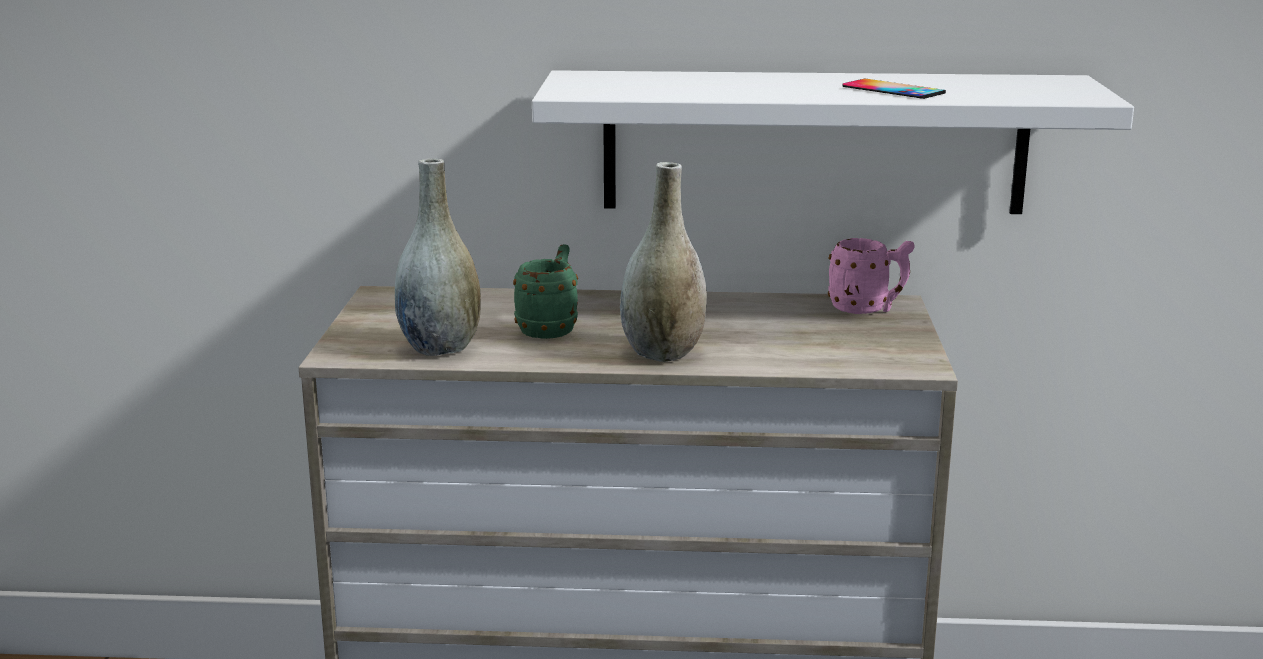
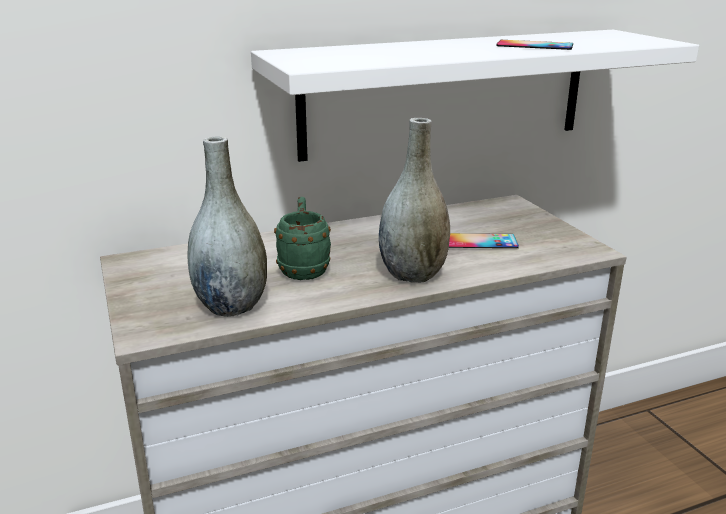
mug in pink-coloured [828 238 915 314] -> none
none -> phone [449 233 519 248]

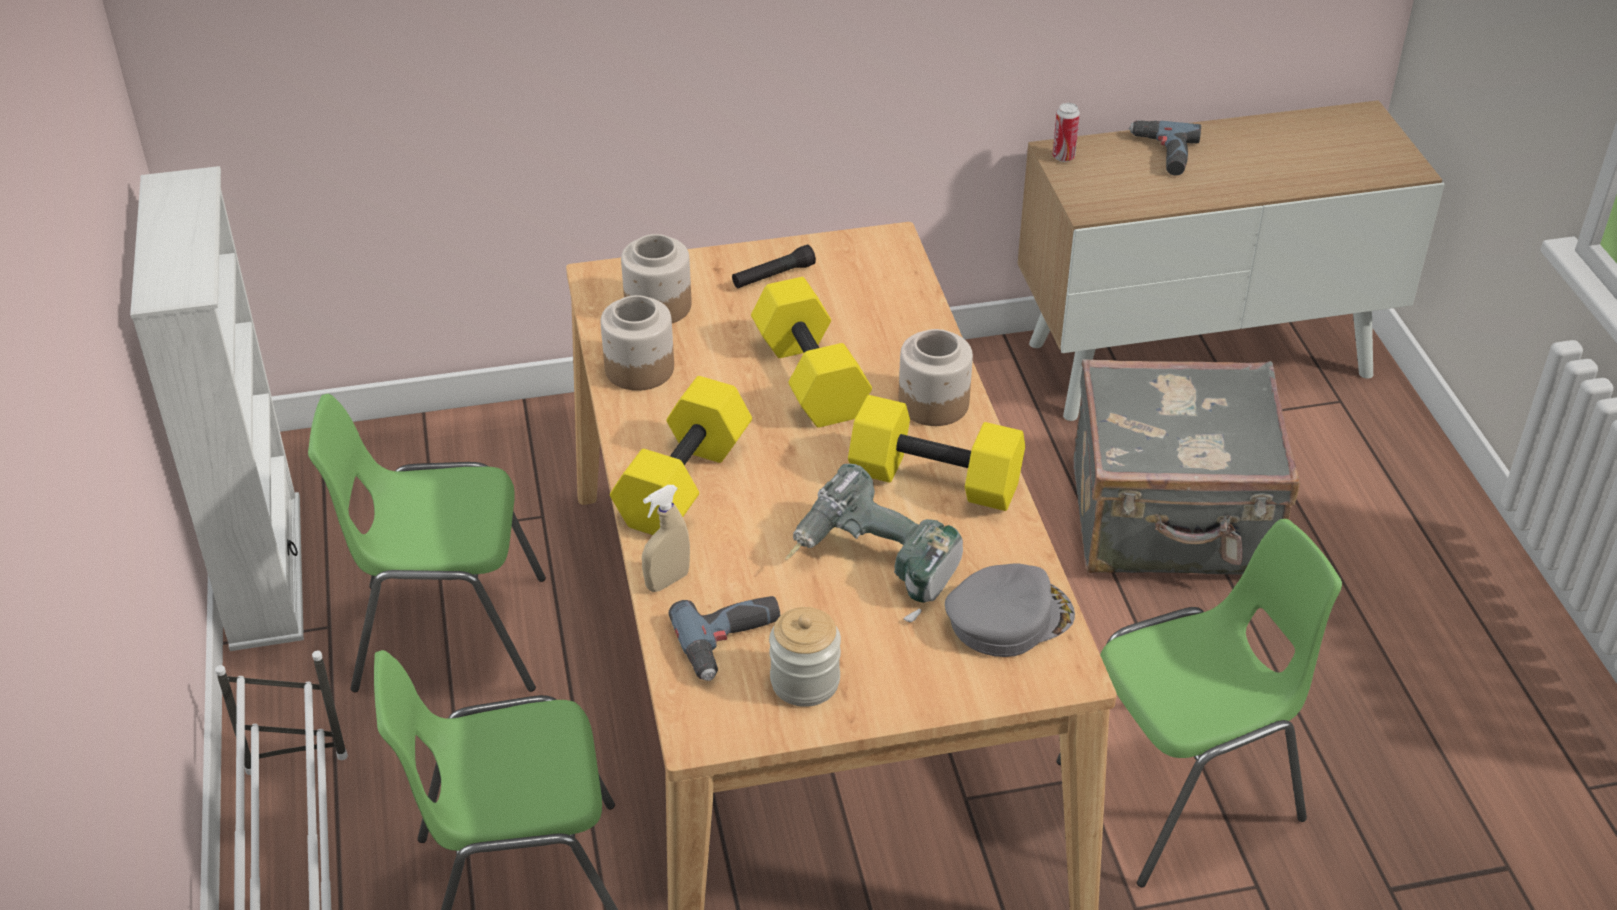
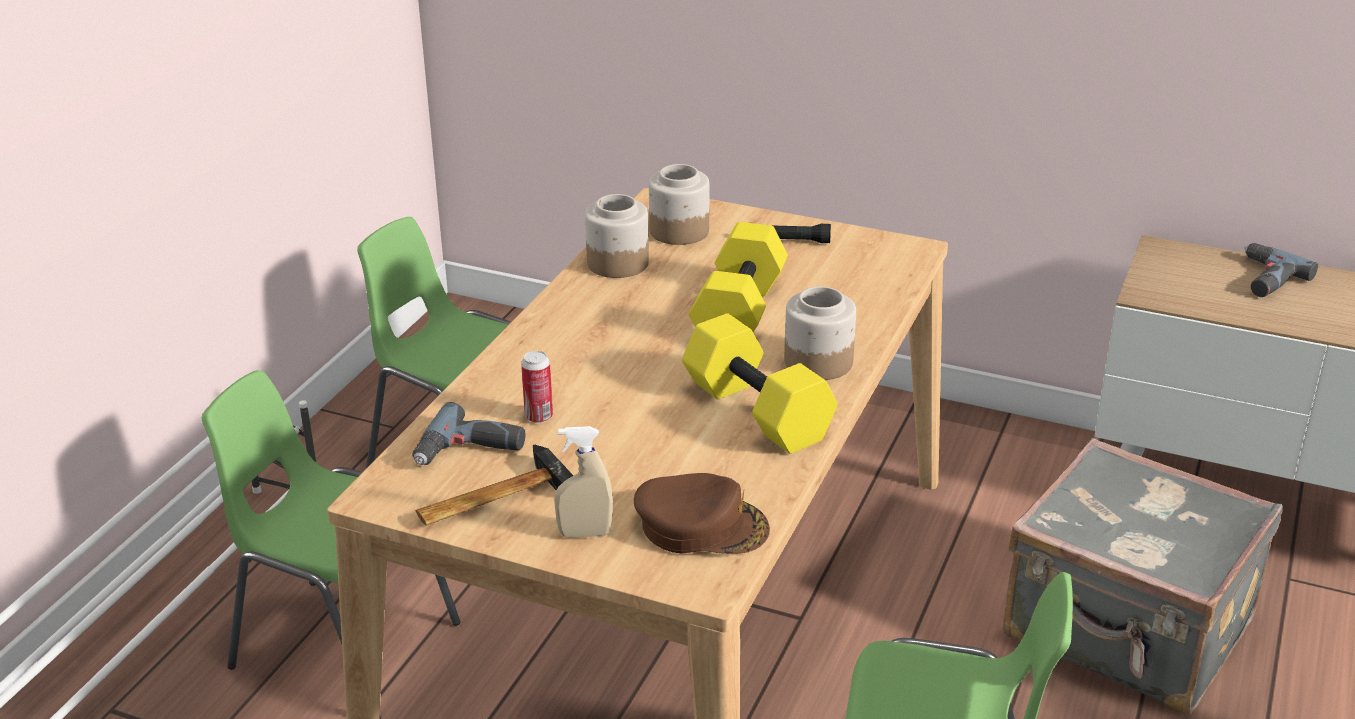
bookcase in white-coloured [130 166 304 651] -> none
hand weight in yellowish [610 376 752 535] -> none
drill [785 464 963 622] -> none
hand sprayer in beige [642 485 690 592] -> hand sprayer in beige [554 426 613 538], moved
metal can [1053 103 1080 162] -> metal can [521 351 553 423], moved
preserve jar [769 607 841 707] -> hand hammer [415 445 573 526]
peaked cap in grey [945 563 1075 657] -> peaked cap in brown-coloured [634 473 770 554]

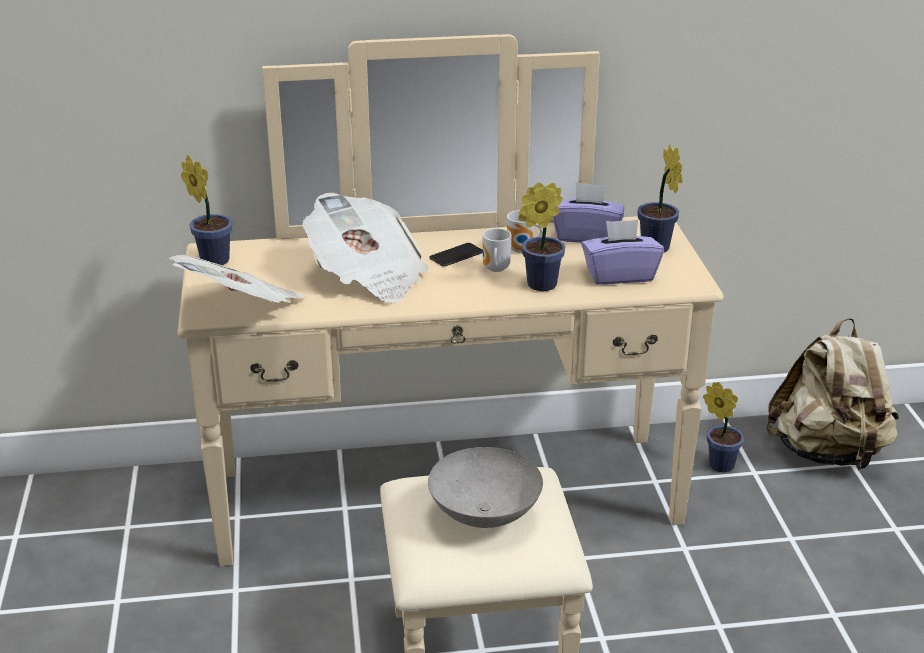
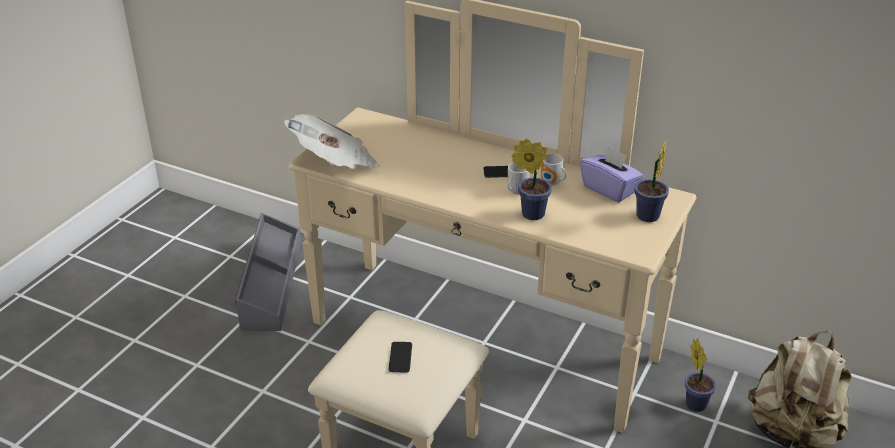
plant in a pot [181 155 233 265] -> none
newspaper [303 192 429 303] -> none
tissue box in purple-coloured [581 220 664 285] -> none
none -> storage container in grey [235 213 301 331]
bowl in grey [428 447 543 528] -> phone [389 342 412 373]

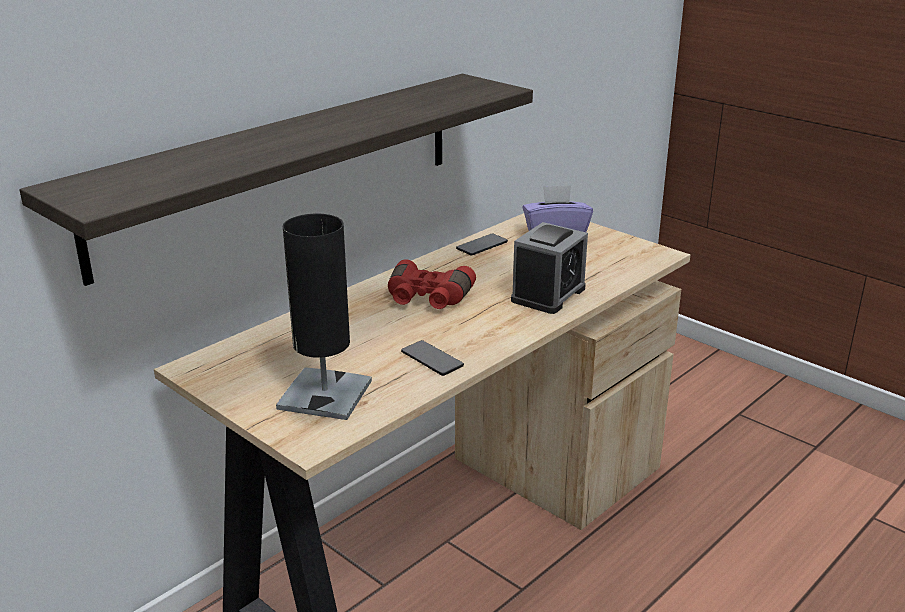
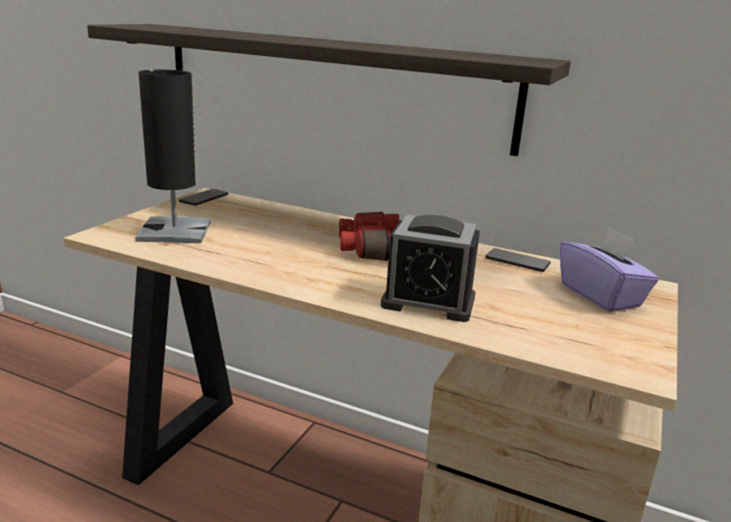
phone [401 340 464 376] -> phone [179 189 229 206], moved

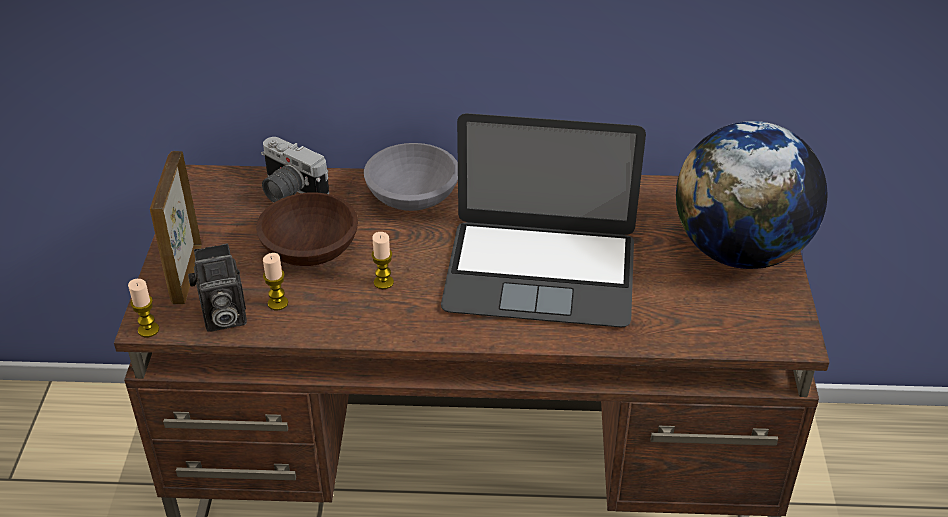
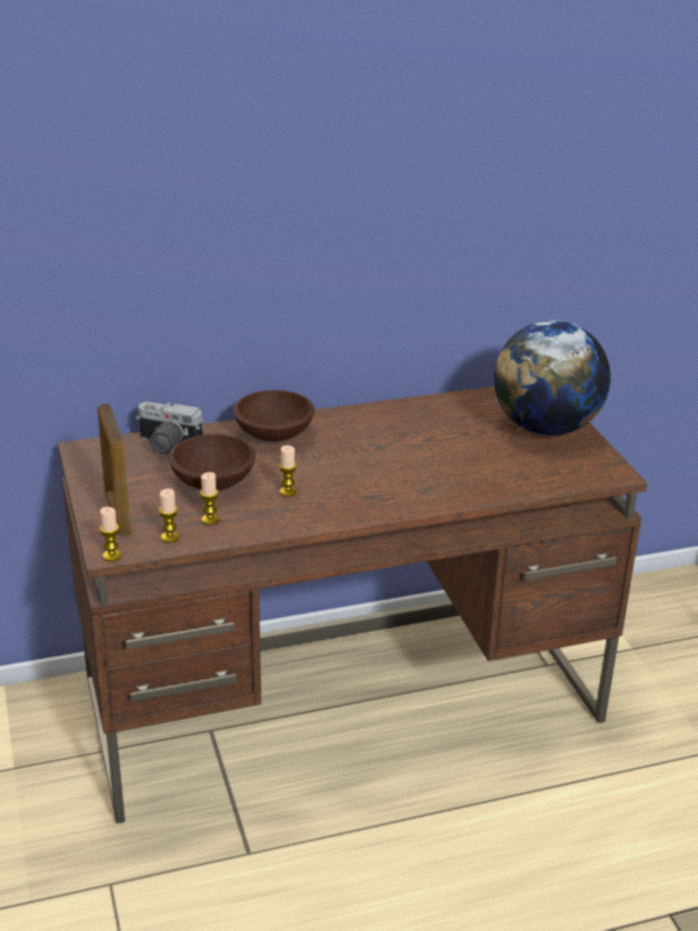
laptop [441 113 646 327] -> none
still camera [188 243 247 331] -> wax light [159 489 179 543]
bowl in grey [364 143 458 211] -> bowl in brown-coloured [233 390 315 441]

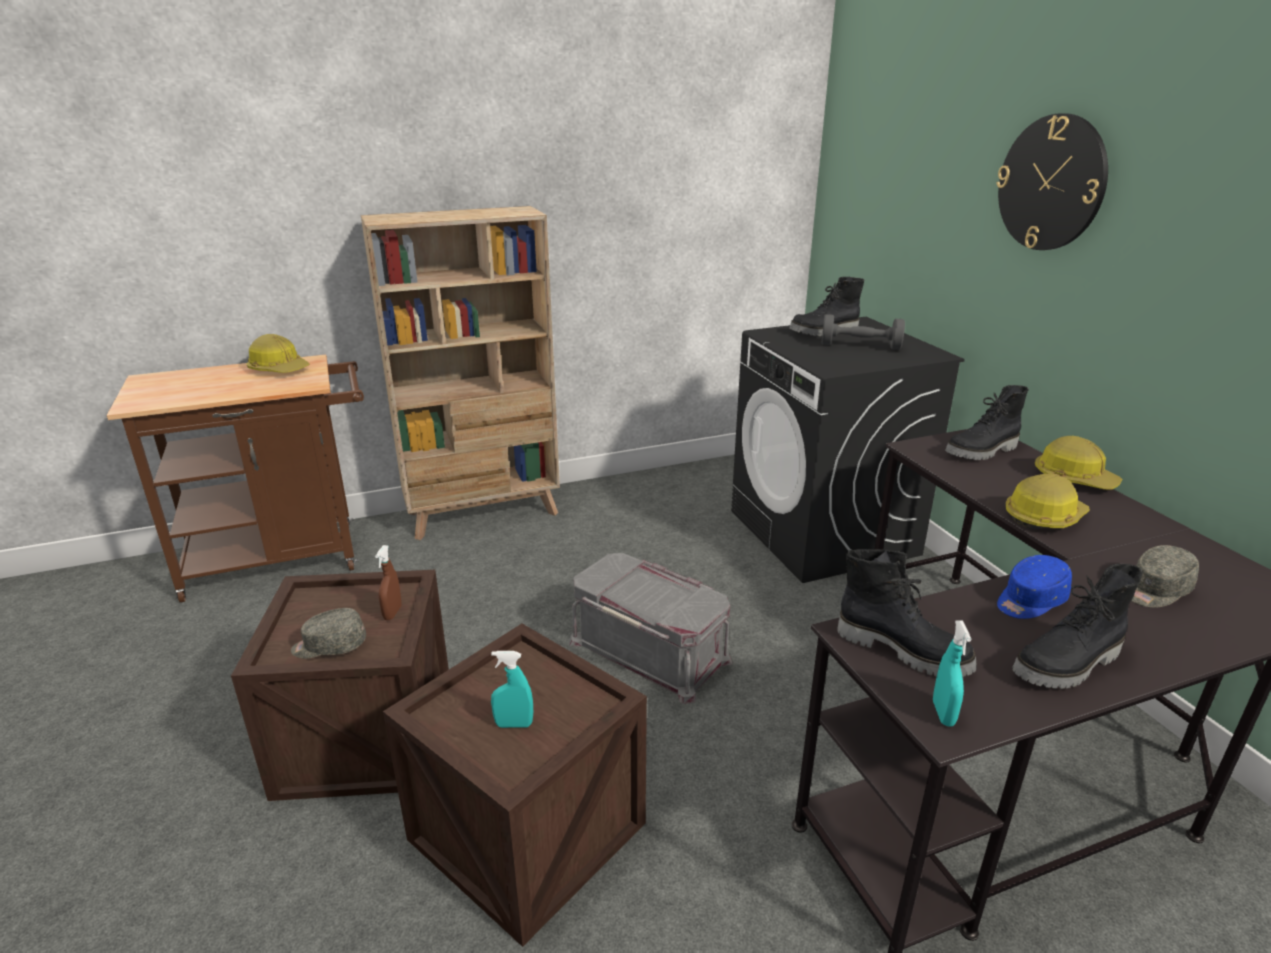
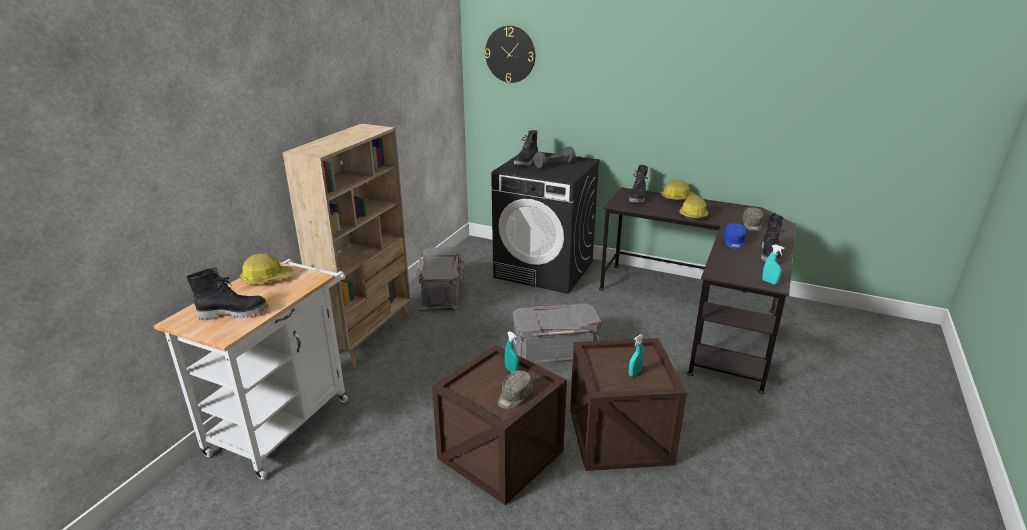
none -> storage container in grey [416 247 465 313]
boot in black [837 549 977 677] -> boot in black [186 267 268 320], moved
wall clock [996 113 1108 250] -> wall clock [485 26 535 83], moved
wheeled cart in brown-coloured [106 355 364 603] -> wheeled cart in white-coloured [154 259 348 479]
hand sprayer in brown-coloured [375 545 402 620] -> hand sprayer in turquoise [505 331 519 372]

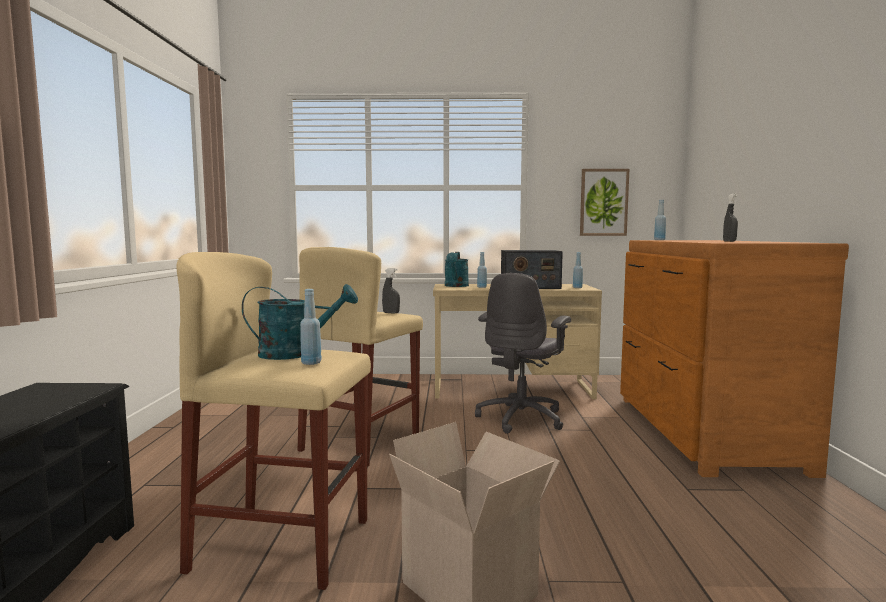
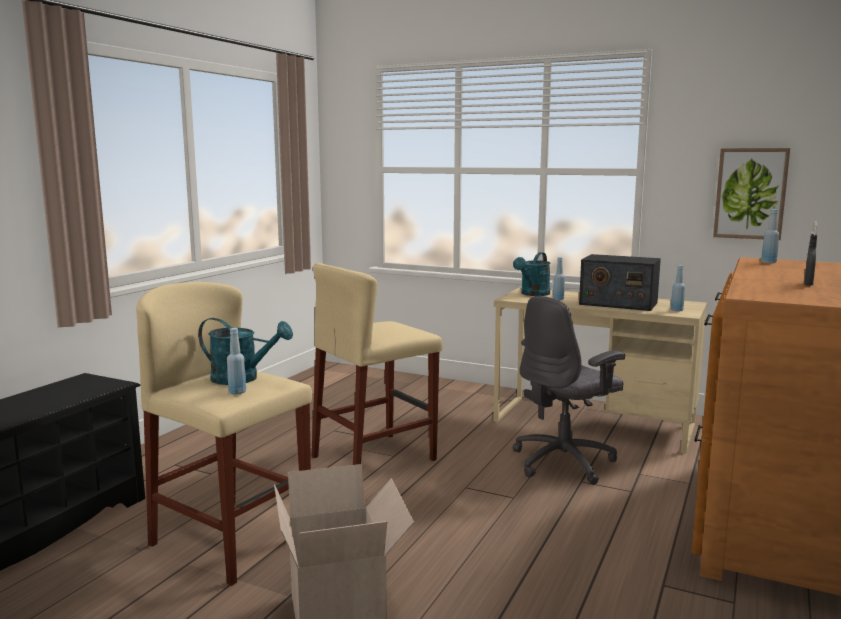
hand sprayer in grey [382 268 400 314] -> none

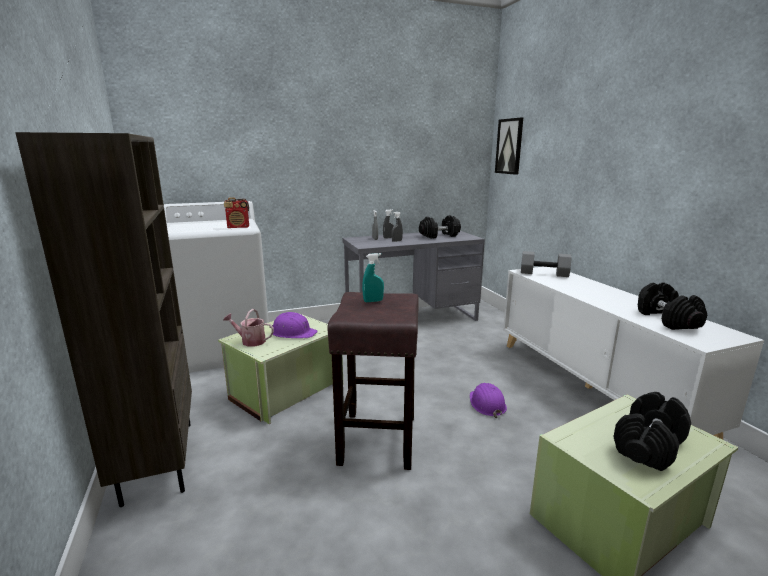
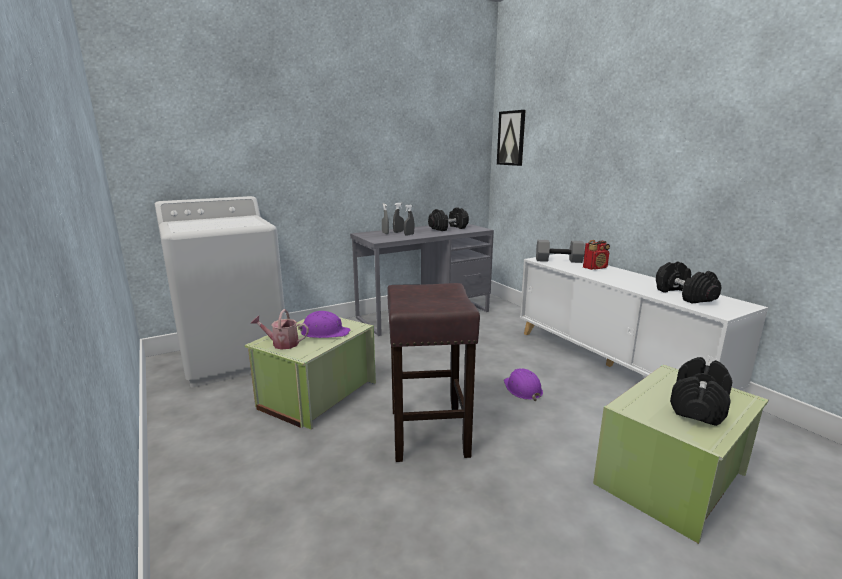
bookcase in brown-coloured [15 132 192 507] -> none
hand sprayer in turquoise [362 253 384 302] -> none
radio [224 197 249 228] -> radio [583 240 610 270], moved

